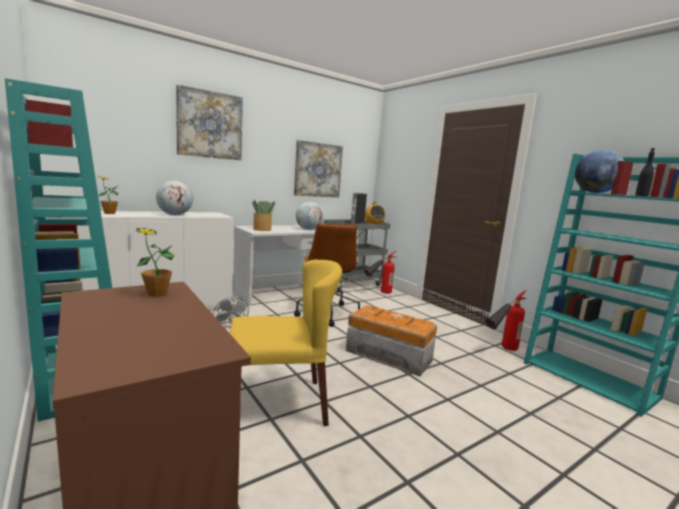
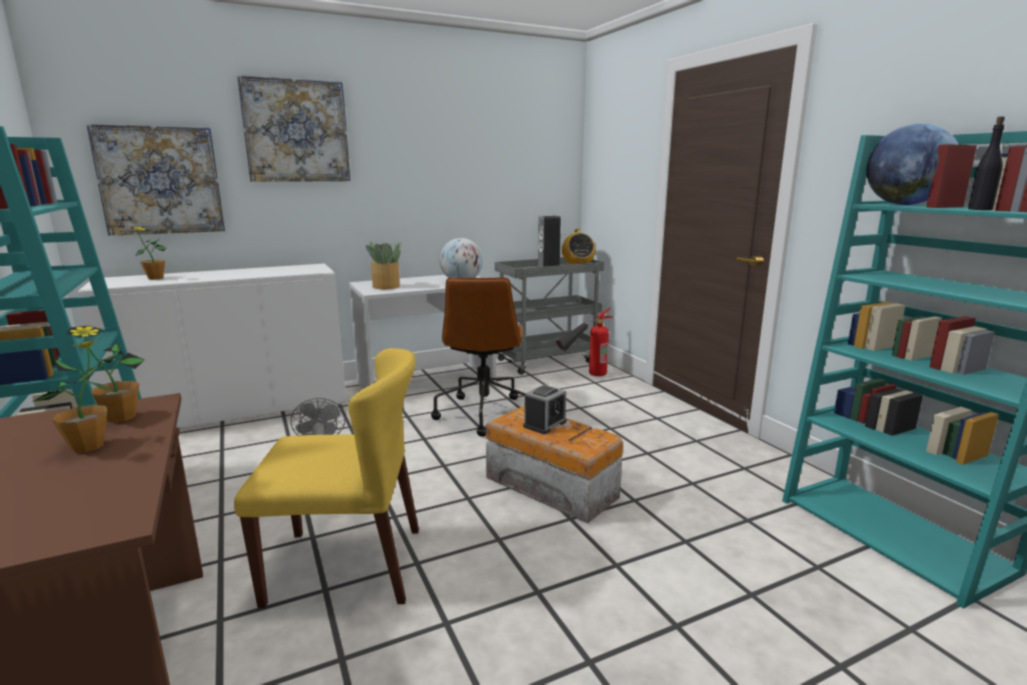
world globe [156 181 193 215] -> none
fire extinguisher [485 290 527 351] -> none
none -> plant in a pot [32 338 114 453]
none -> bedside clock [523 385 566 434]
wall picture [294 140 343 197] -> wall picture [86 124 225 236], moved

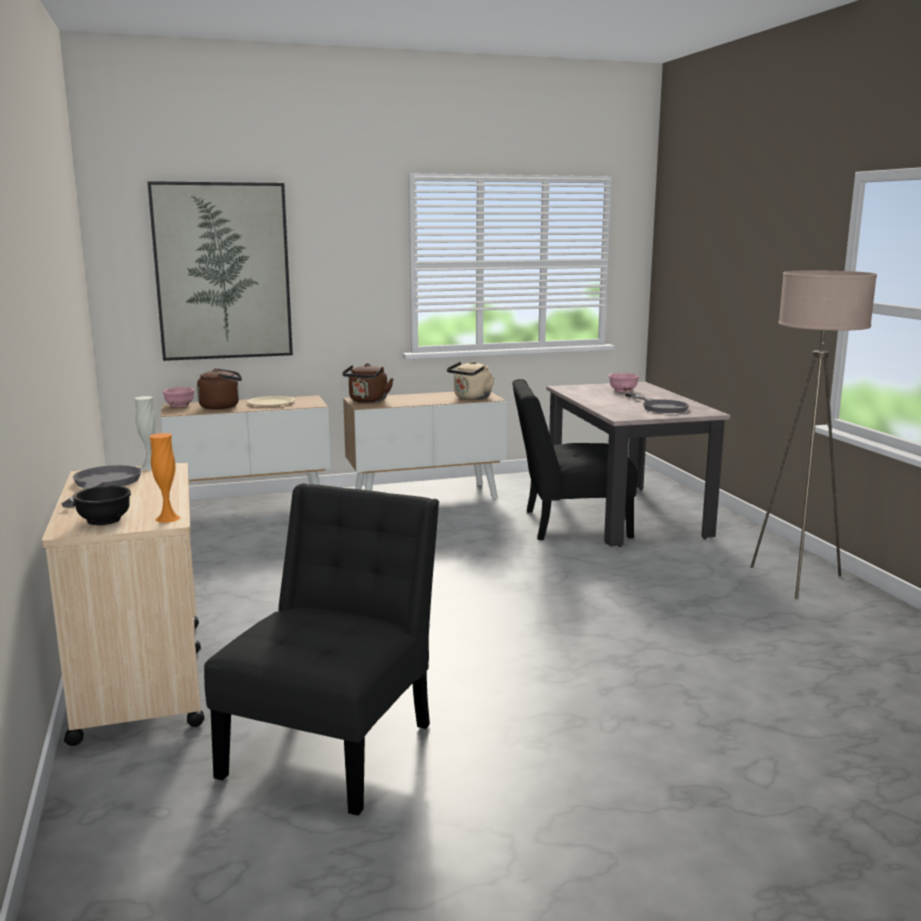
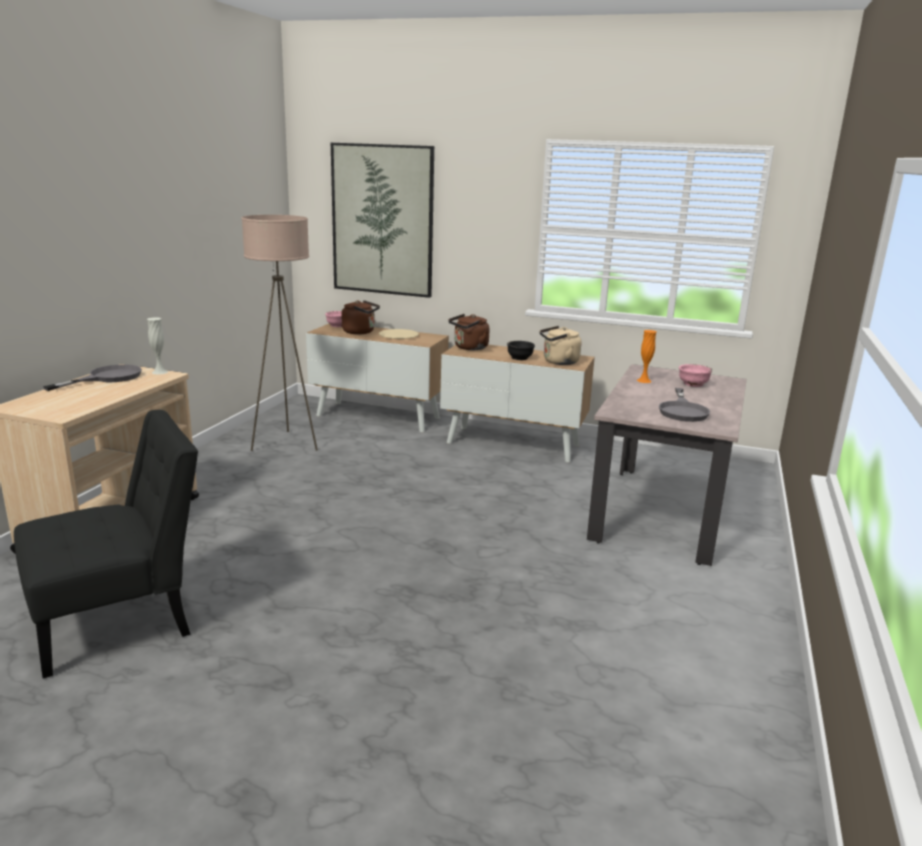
chair in black [512 379 637 540] -> none
bowl in black [73 486 131 525] -> bowl in black [507 341 535 360], moved
flower vase in orangey [149 433 181 523] -> flower vase in orangey [637 330 657 383], moved
standard lamp in beige [751 271 877 599] -> standard lamp in beige [241 215 318 451], moved

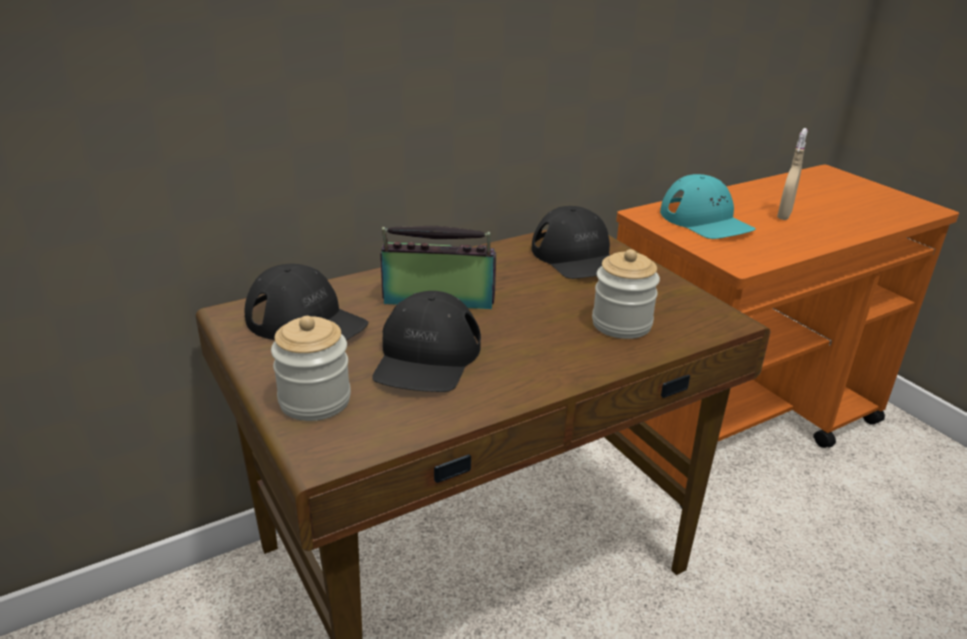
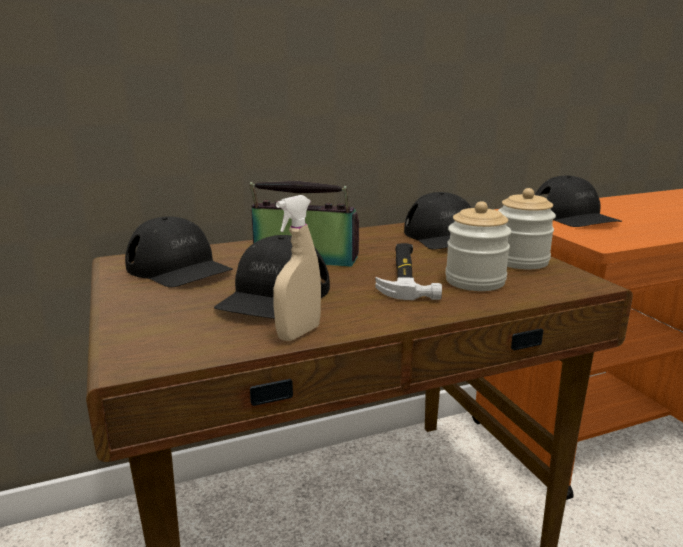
none -> hand hammer [375 243 442 300]
preserve jar [271 316 351 421] -> preserve jar [498 188 556 269], moved
hand sprayer in beige [777 128 808 220] -> hand sprayer in beige [273 195 321 341], moved
peaked cap in turquoise [660 174 756 239] -> peaked cap in black [535 175 622 227]

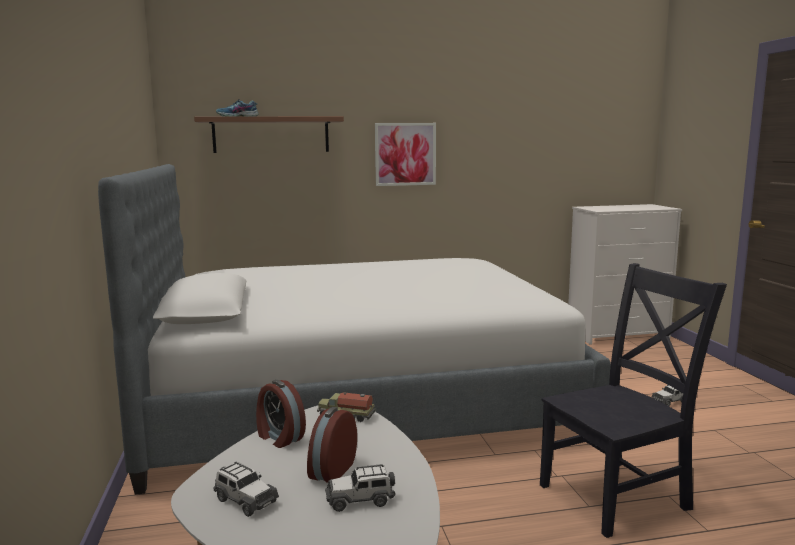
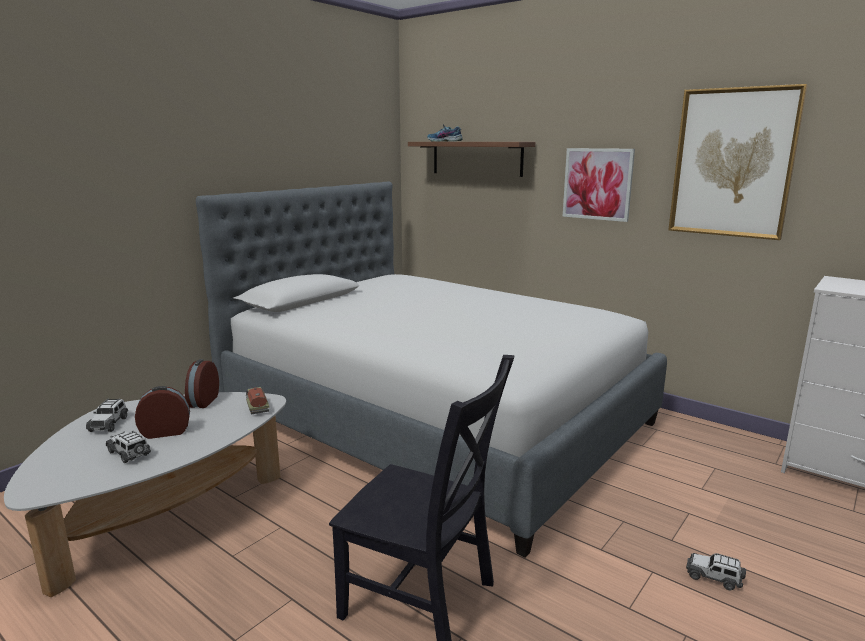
none -> wall picture [668 84 808 240]

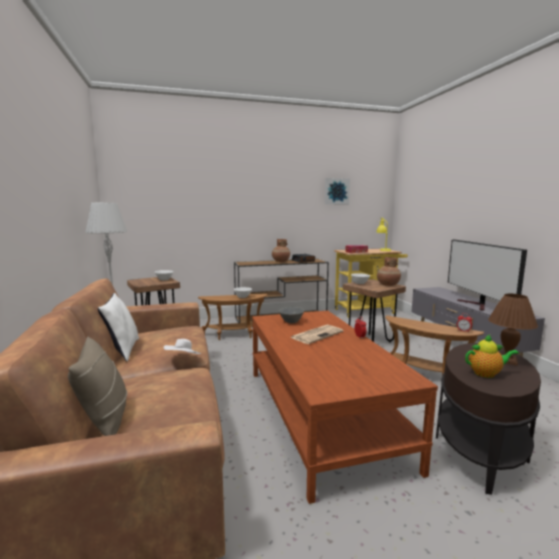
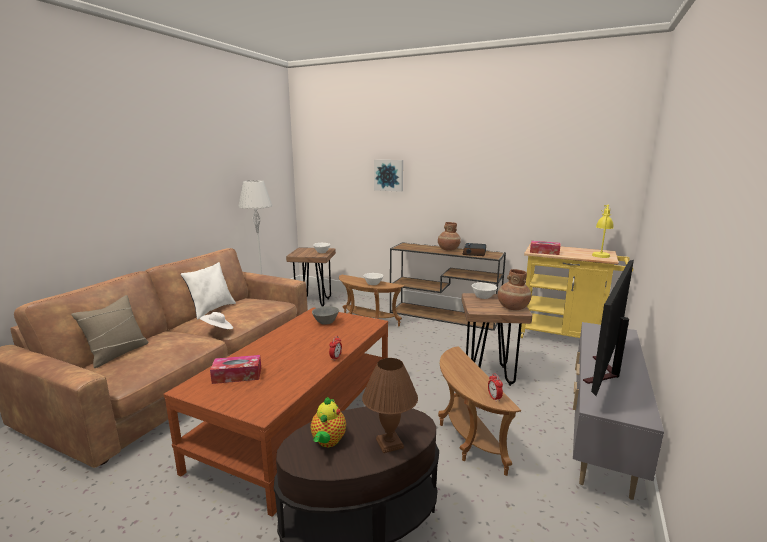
newspaper [290 325 344 344] -> none
none -> tissue box [210 355 261 384]
wall picture [325 178 350 204] -> wall picture [374 160 403 192], moved
tea pot [465 335 519 378] -> tea pot [311 397 346 447], 60 degrees clockwise

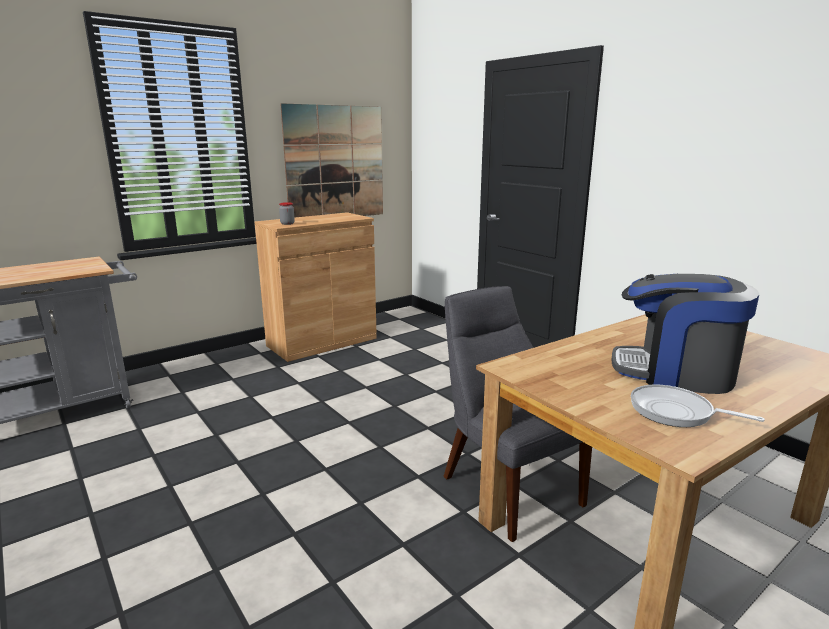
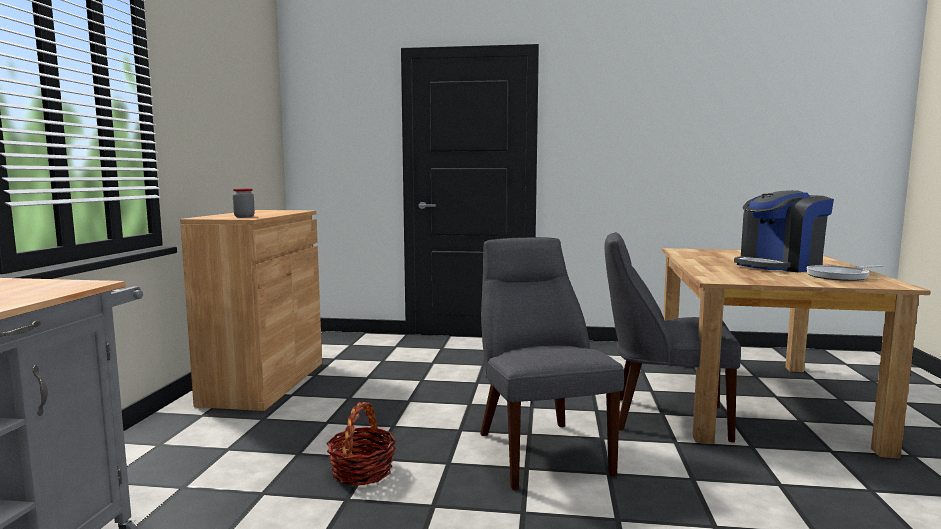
wall picture [280 103 383 218] -> none
none -> household basket [326 402 396 486]
none -> chair in grey [480 237 624 490]

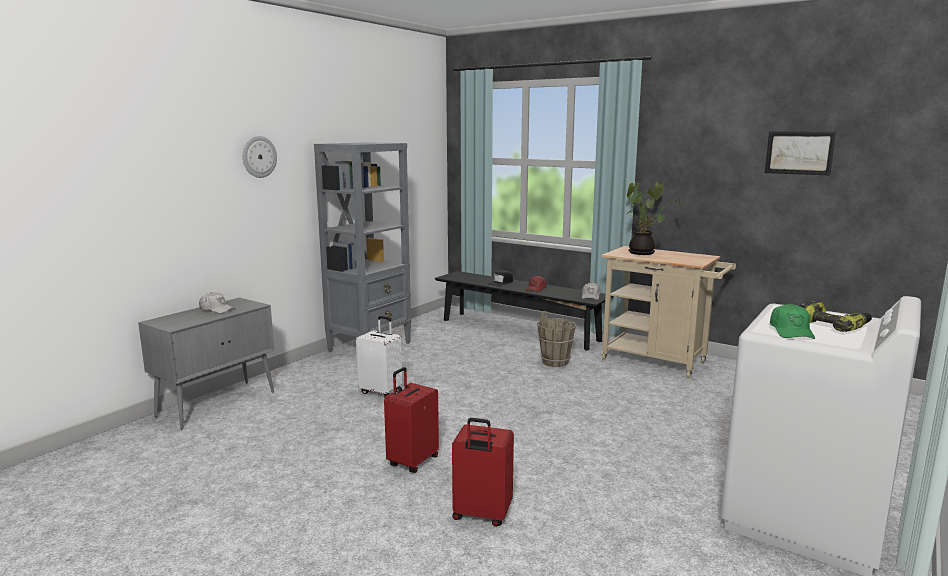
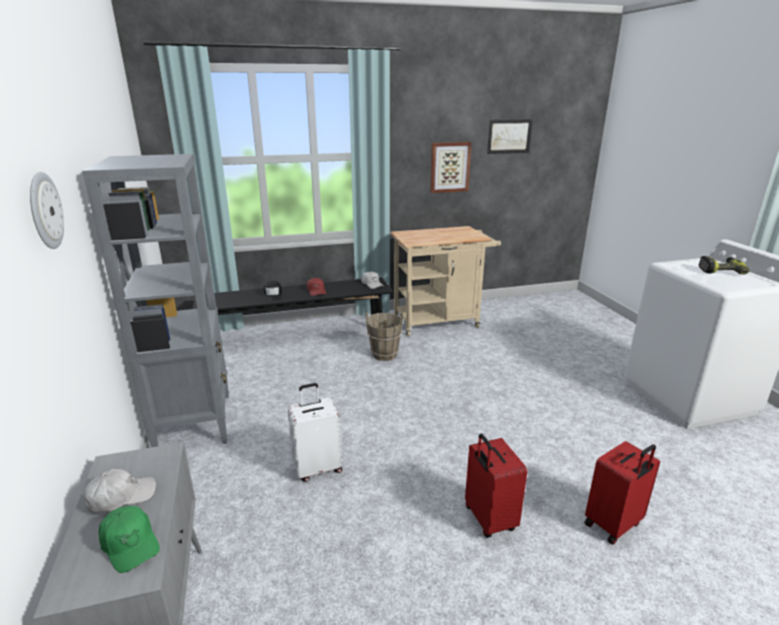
plant in a pot [626 182 682 255] -> none
none -> wall picture [430 142 472 193]
peaked cap in greenish [770 304 815 339] -> peaked cap in greenish [99 506 160 573], moved

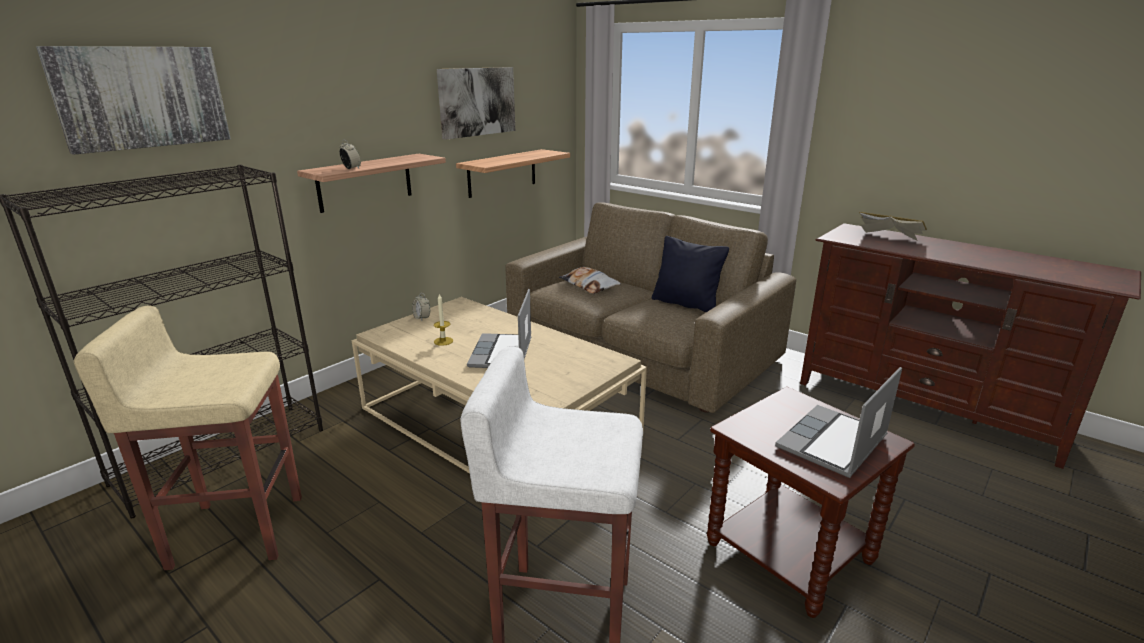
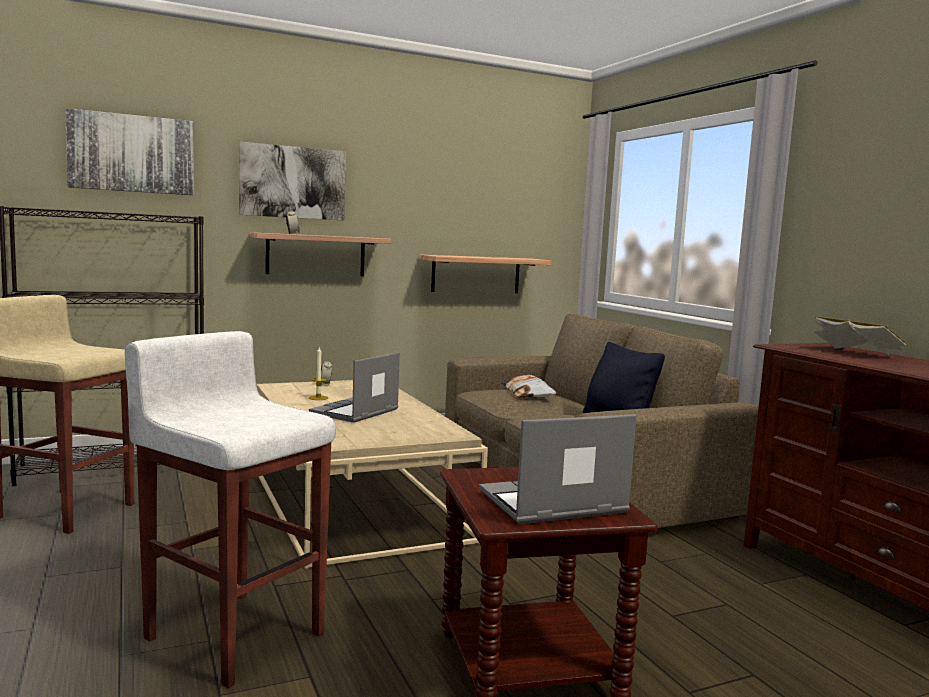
wall picture [437 67 515 140] -> wall picture [239 142 346 220], moved

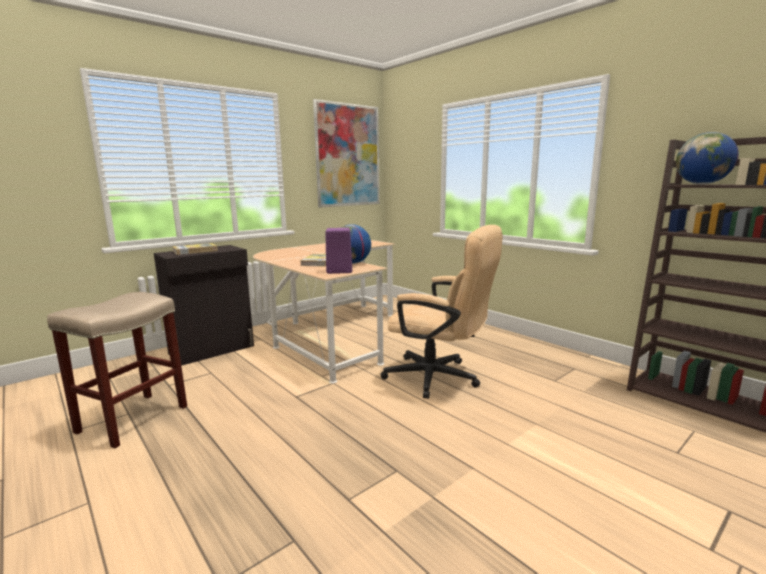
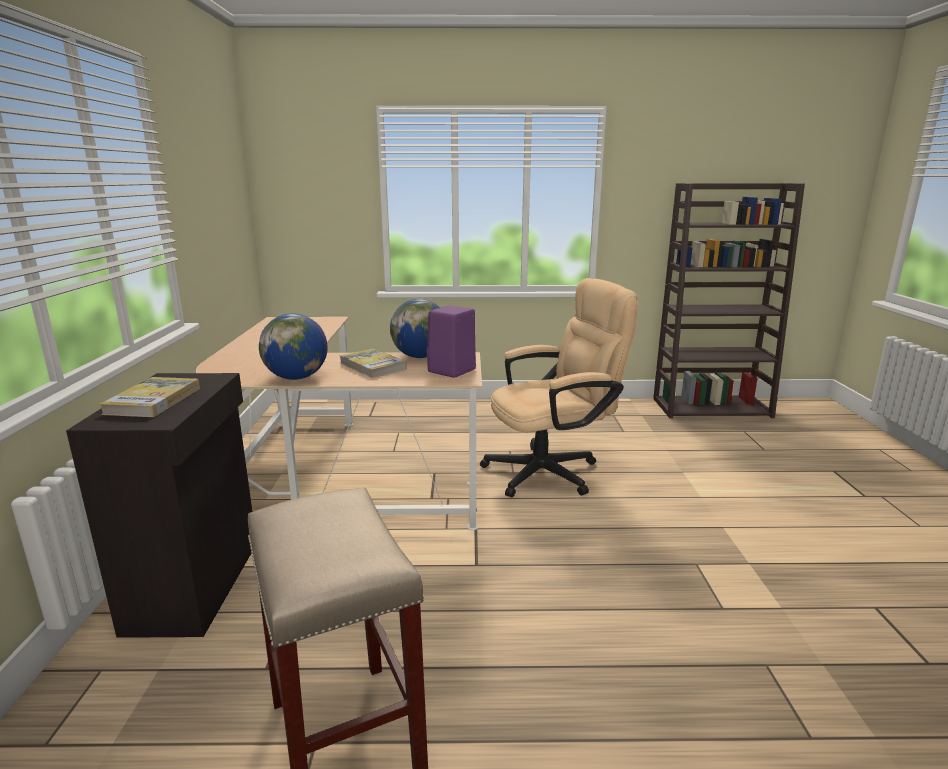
wall picture [313 99 380 208] -> none
world globe [676 132 739 184] -> world globe [259 314 328 380], moved

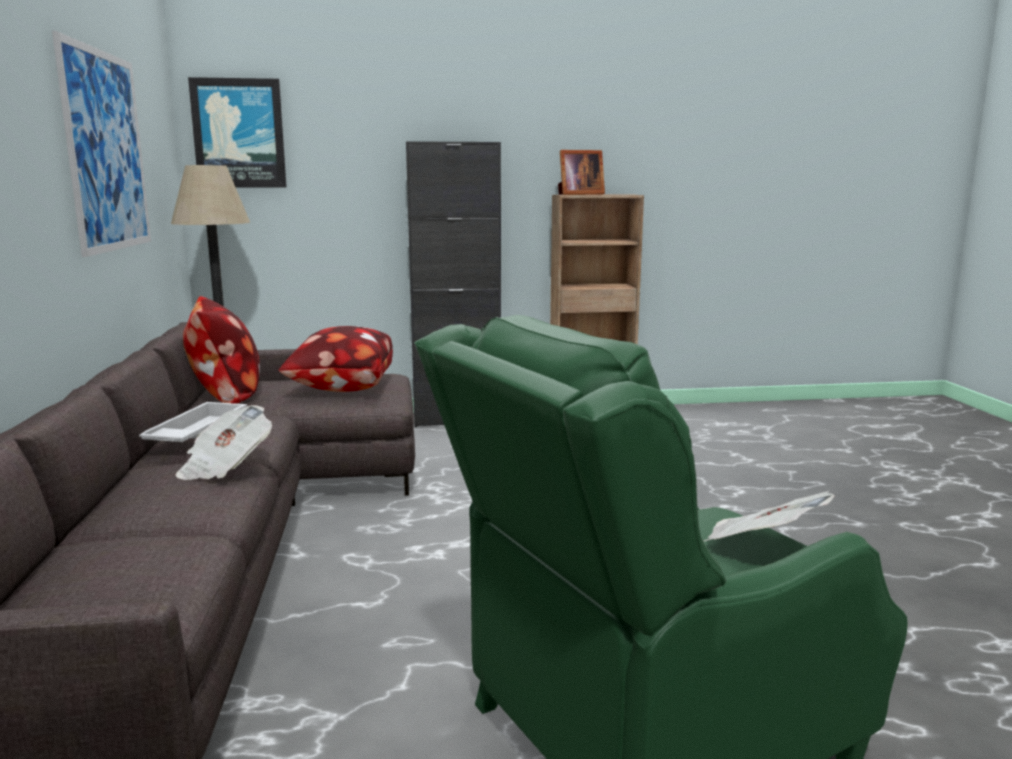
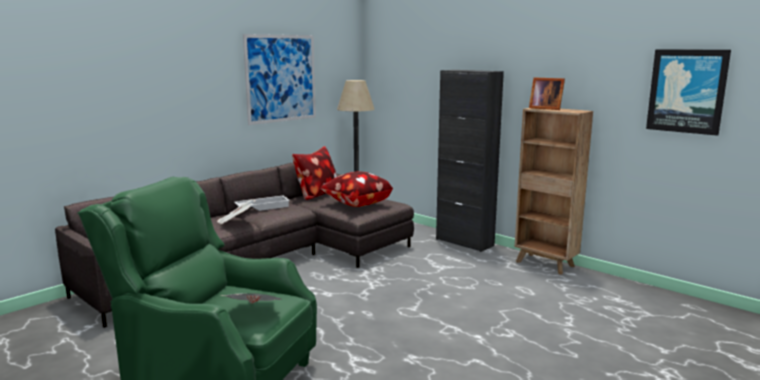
wall picture [188 77 286 187] -> wall picture [646 49 731 136], moved

